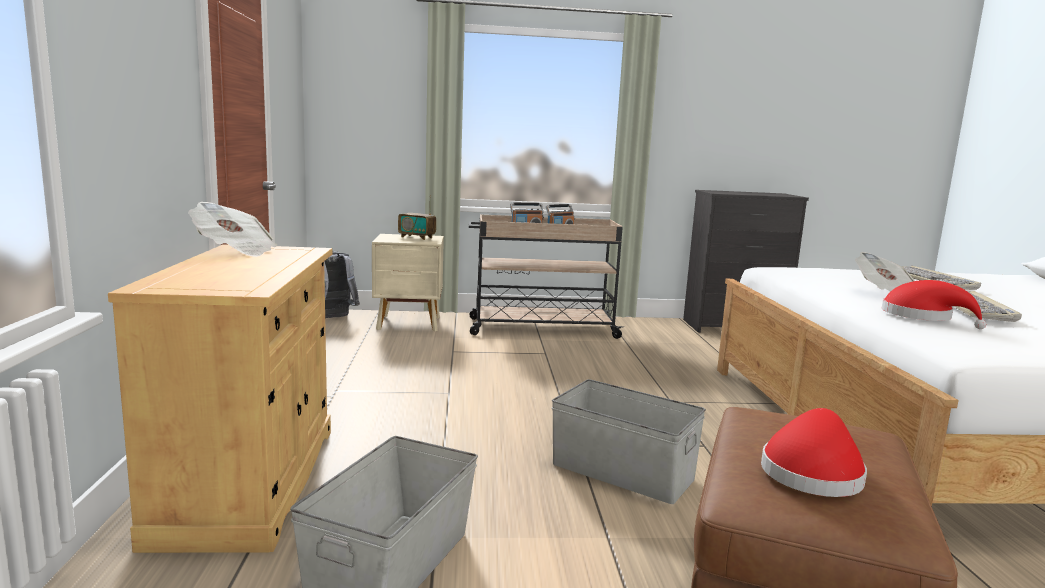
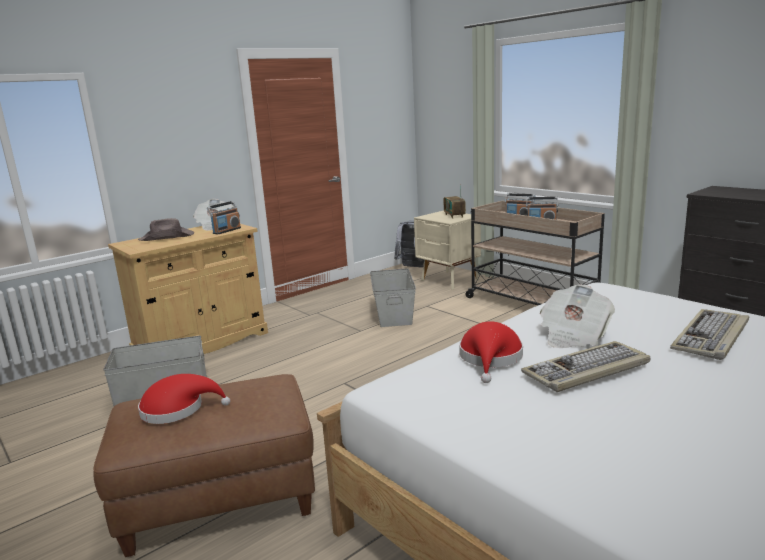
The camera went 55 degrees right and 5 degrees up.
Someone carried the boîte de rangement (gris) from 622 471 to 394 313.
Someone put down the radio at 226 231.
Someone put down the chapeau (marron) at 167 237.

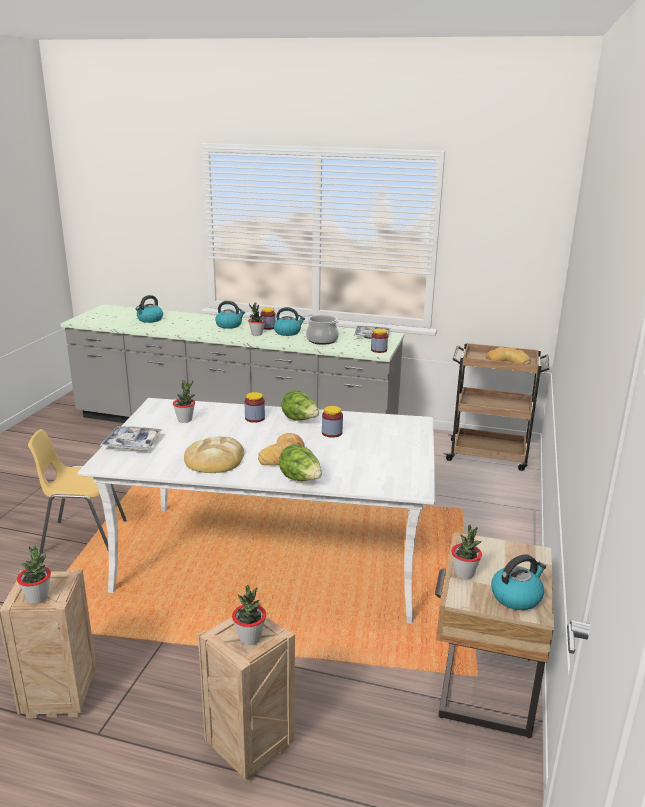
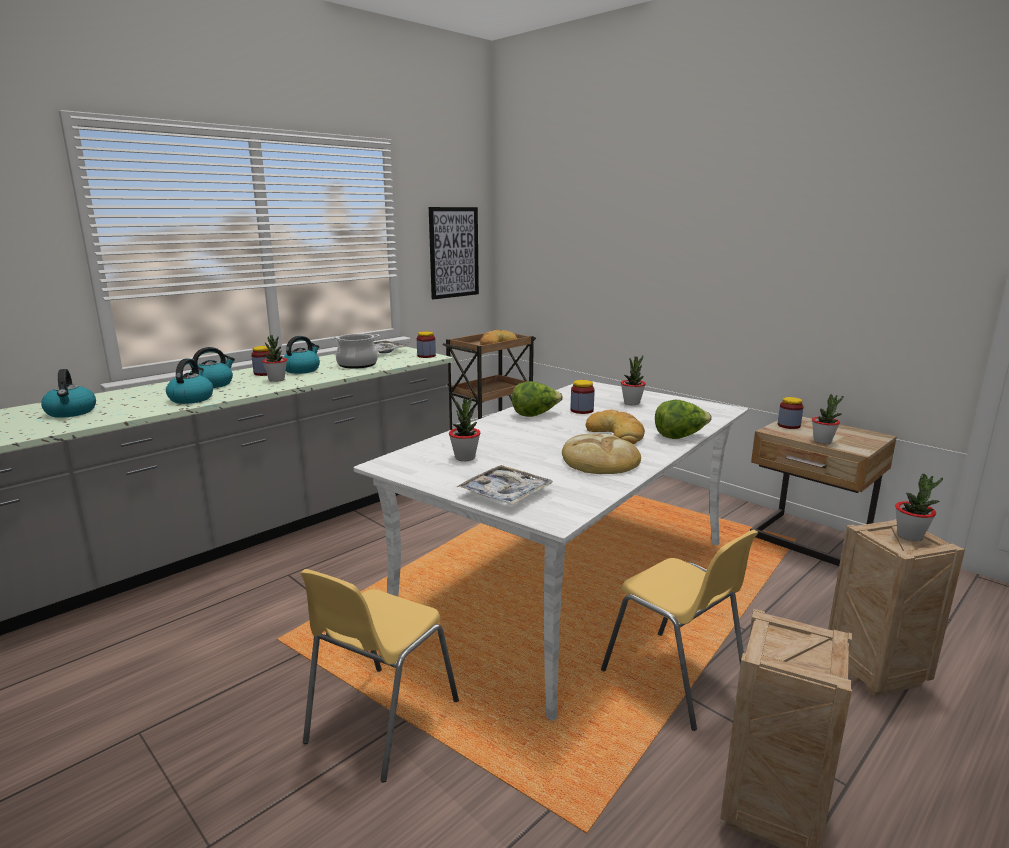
The camera went 60 degrees left and 5 degrees down.
Someone carried the bocal from 255 418 to 788 425.
Someone carried the plante en pot from 37 597 to 632 403.
Someone carried the bouilloire from 516 596 to 191 399.
Someone put up the tableau at 454 252.
Someone put down the chaise (jaune) at 675 679.

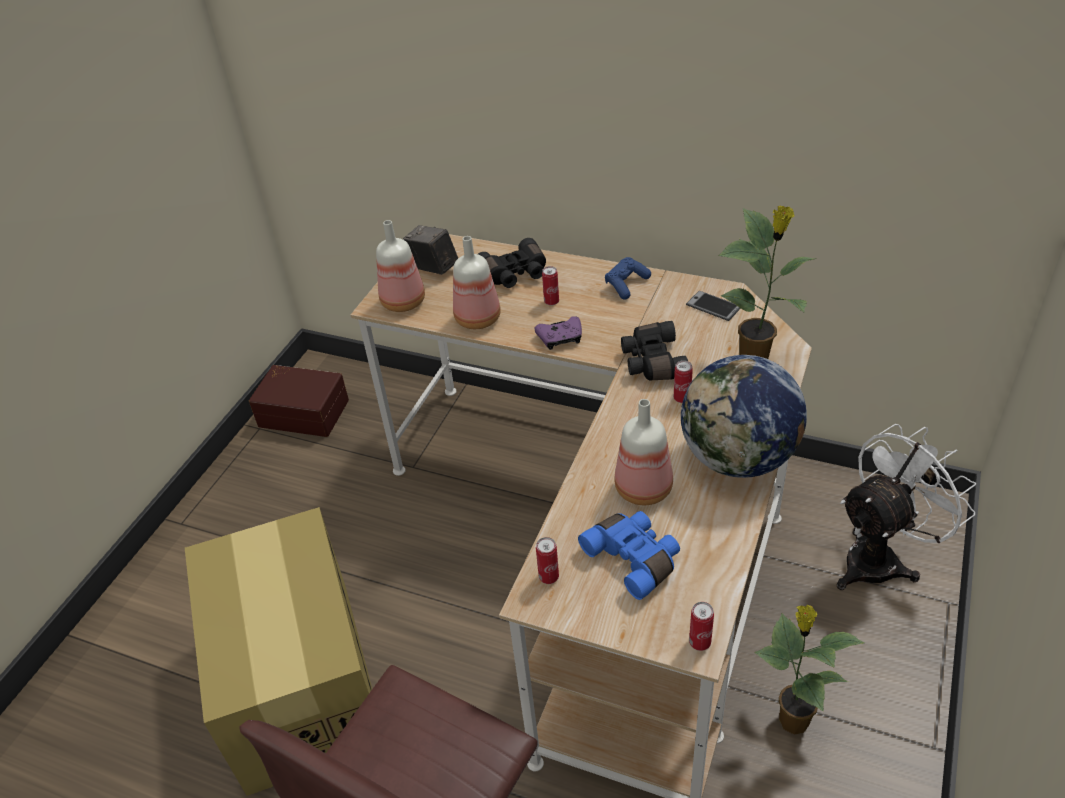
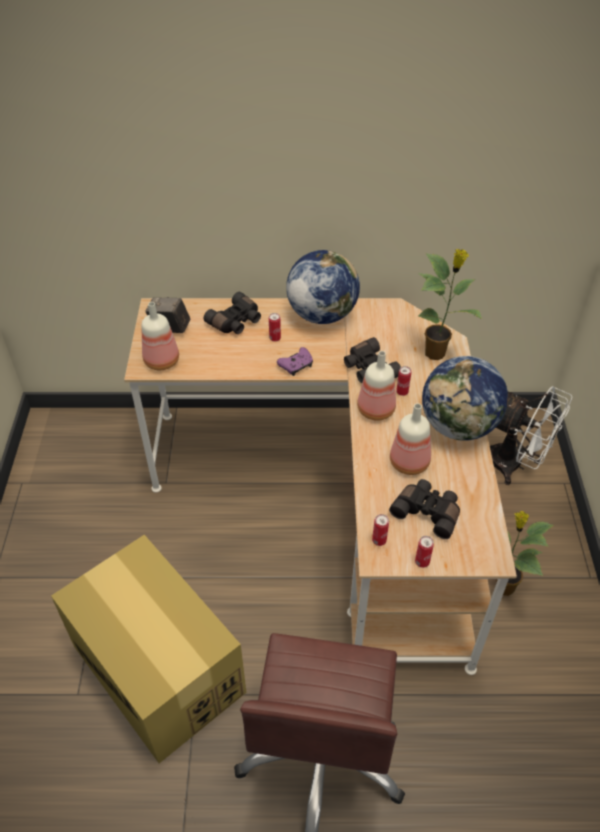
The camera went 25 degrees left and 5 degrees up.
Someone carried the bouteille from 477 318 to 374 409.
Someone swapped the manette (bleu) at 626 284 for the globe at 321 314.
Someone took away the téléphone at 713 306.
Someone took away the boîte de rangement (marron) at 304 411.
Someone rotated the ventilateur (blanc) at 880 558 by 90 degrees clockwise.
Someone repainted the jumelles (bleu) at 634 558, which became the jumelles (noir) at 427 512.
Someone carried the boîte métallique from 699 642 to 422 562.

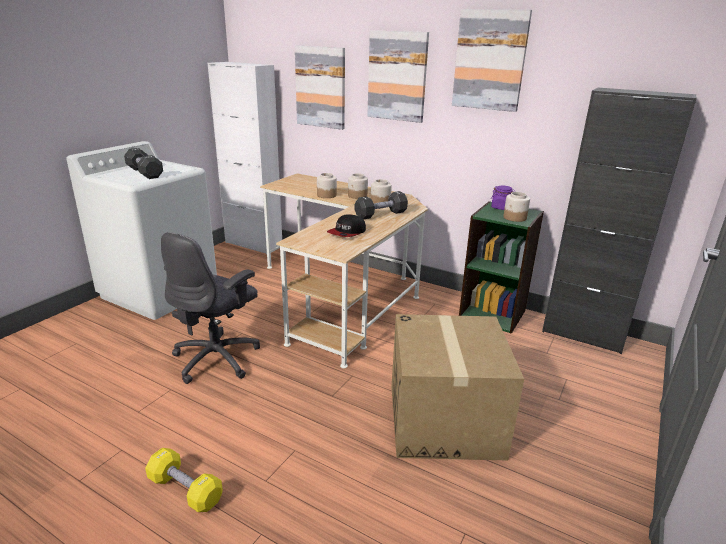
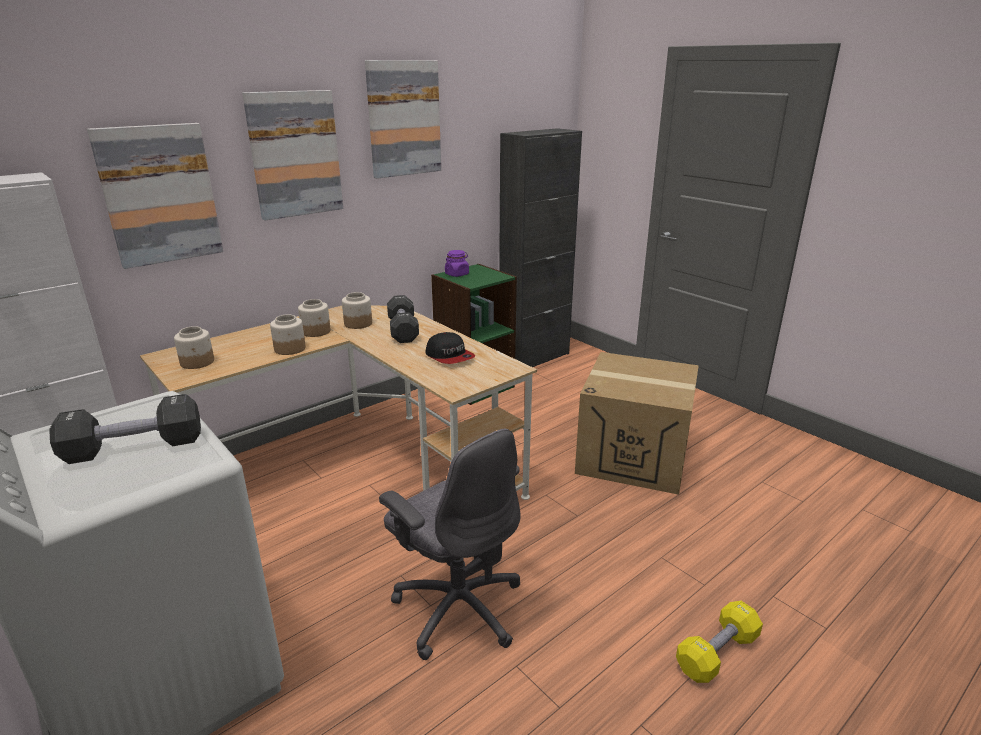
The camera went 70 degrees left and 0 degrees up.
Someone carried the bocal from 514 218 to 197 362.

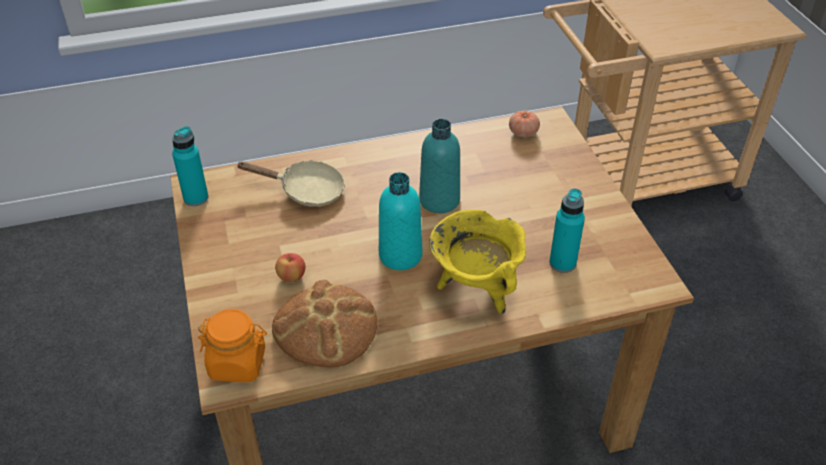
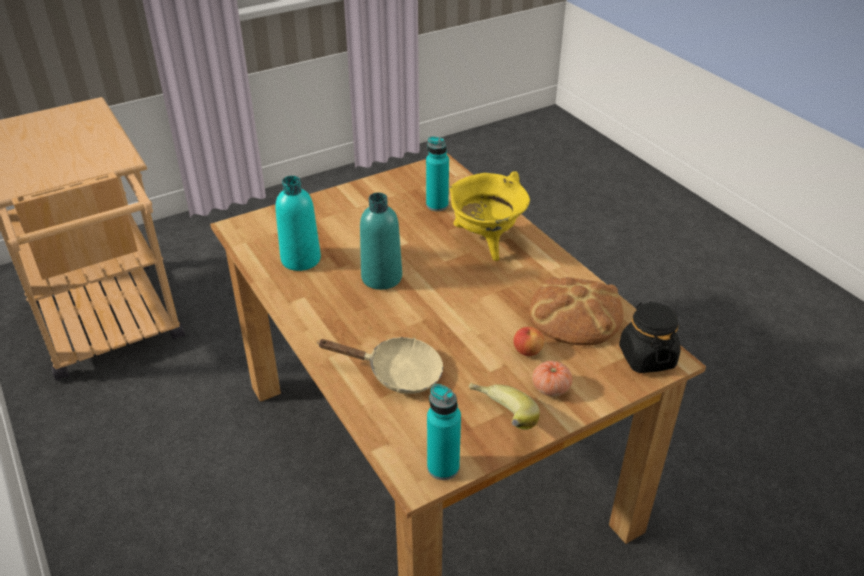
The camera went 105 degrees left and 5 degrees down.
Someone carried the tomate from 523 132 to 551 388.
Someone rotated the poêle (beige) at 306 190 by 105 degrees clockwise.
Someone carried the bouteille (turquoise) from 400 255 to 301 259.
Someone repainted the bocal (orange) at 238 363, which became the bocal (noir) at 646 357.
Someone put down the banane at 499 420.

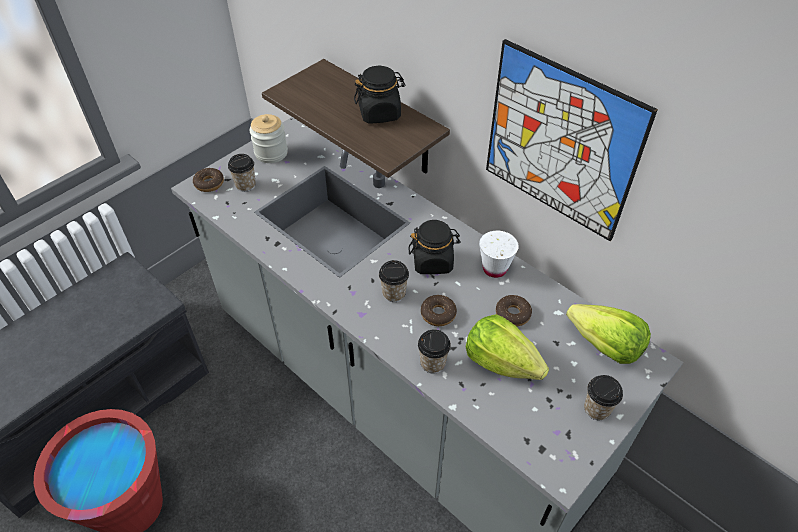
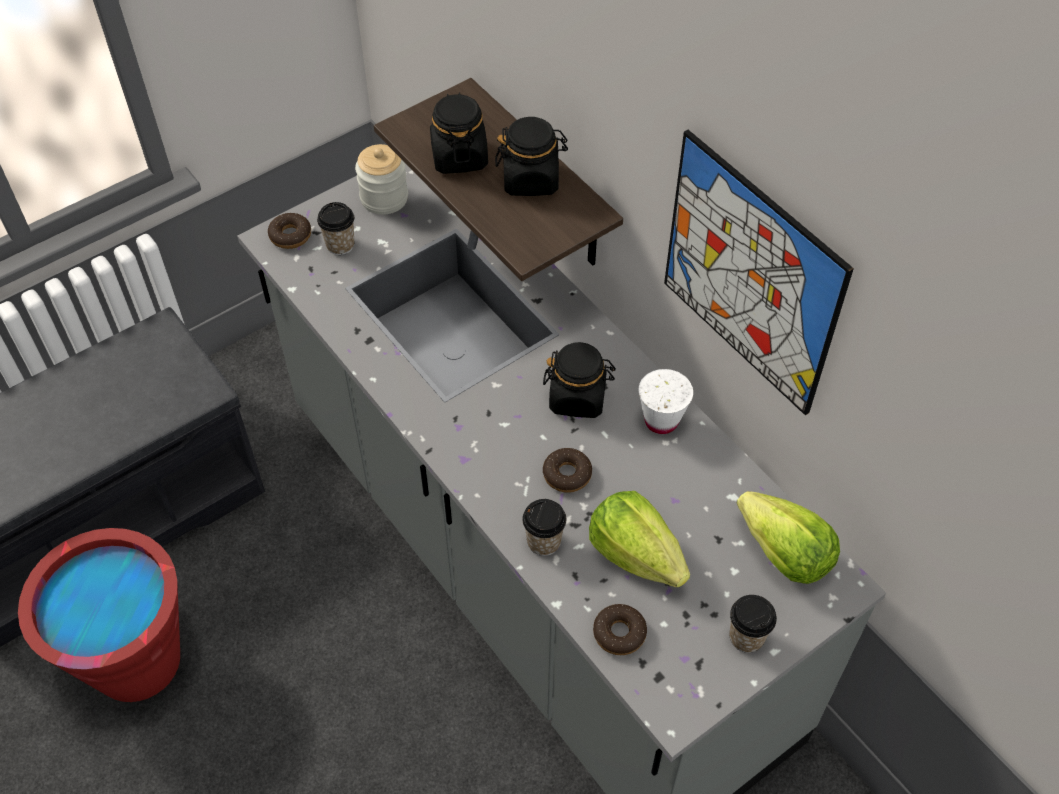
The camera went 10 degrees right and 5 degrees up.
Someone took away the tasse at 394 293.
Someone carried the beignet from 512 314 to 619 633.
Someone put down the bocal (noir) at 459 156.

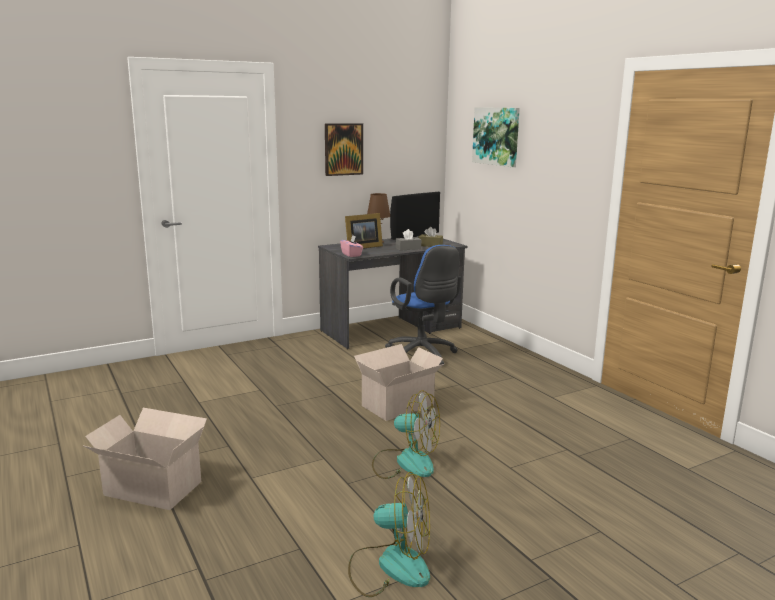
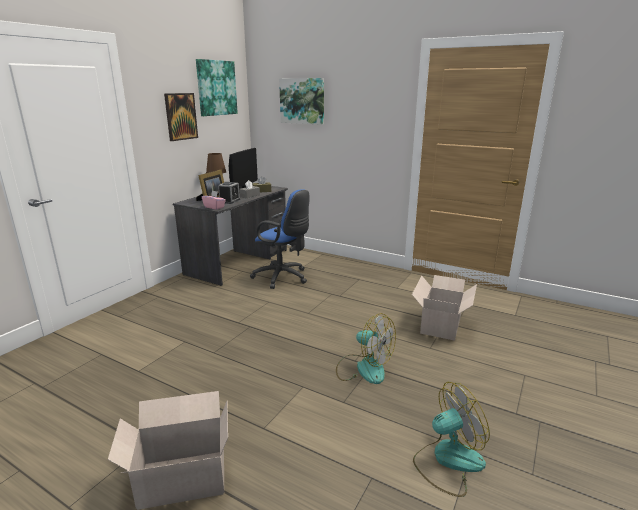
The camera went 30 degrees left and 5 degrees up.
Someone carried the carton from 399 405 to 441 324.
Someone rotated the ventilateur at 405 462 by 45 degrees clockwise.
Someone put up the tableau at 216 88.
Someone put down the réveil at 229 201.

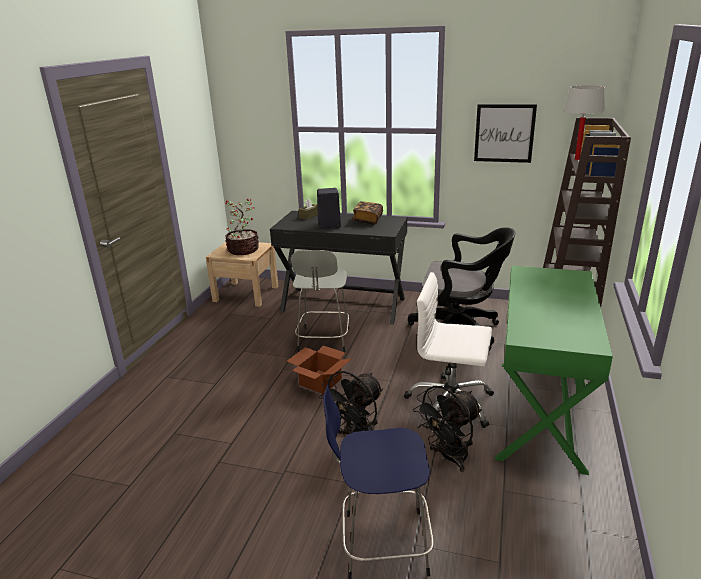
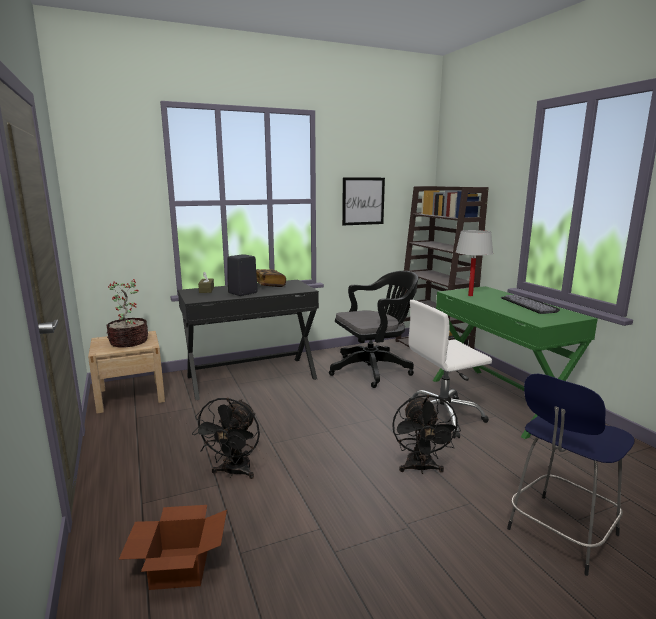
The camera went 40 degrees left and 10 degrees down.
Someone carried the lampe de table (blanc) from 577 159 to 470 295.
Someone took away the tabouret (gris) at 323 341.
Someone carried the carton from 320 381 to 178 567.
Someone carried the ventilateur (noir) from 448 458 to 234 473.
Someone put down the clavier at 531 304.

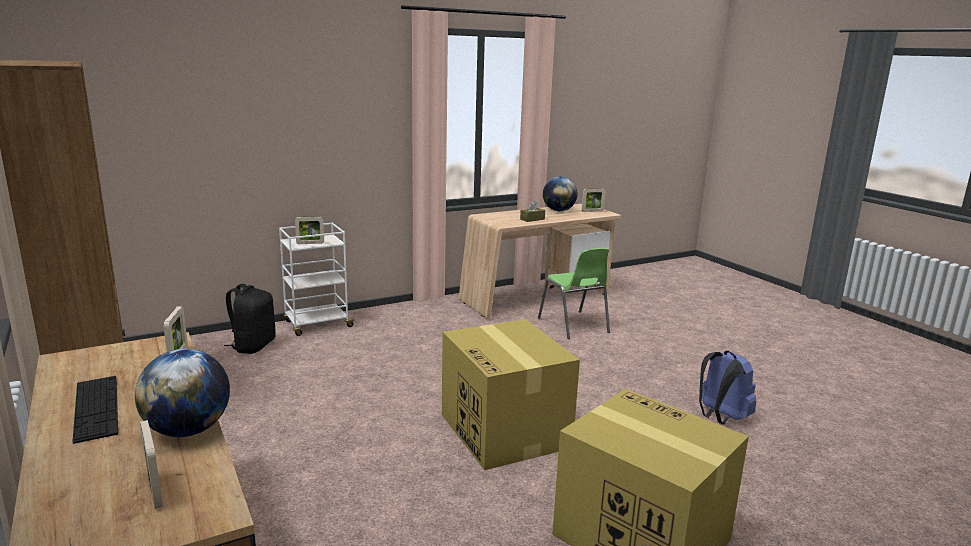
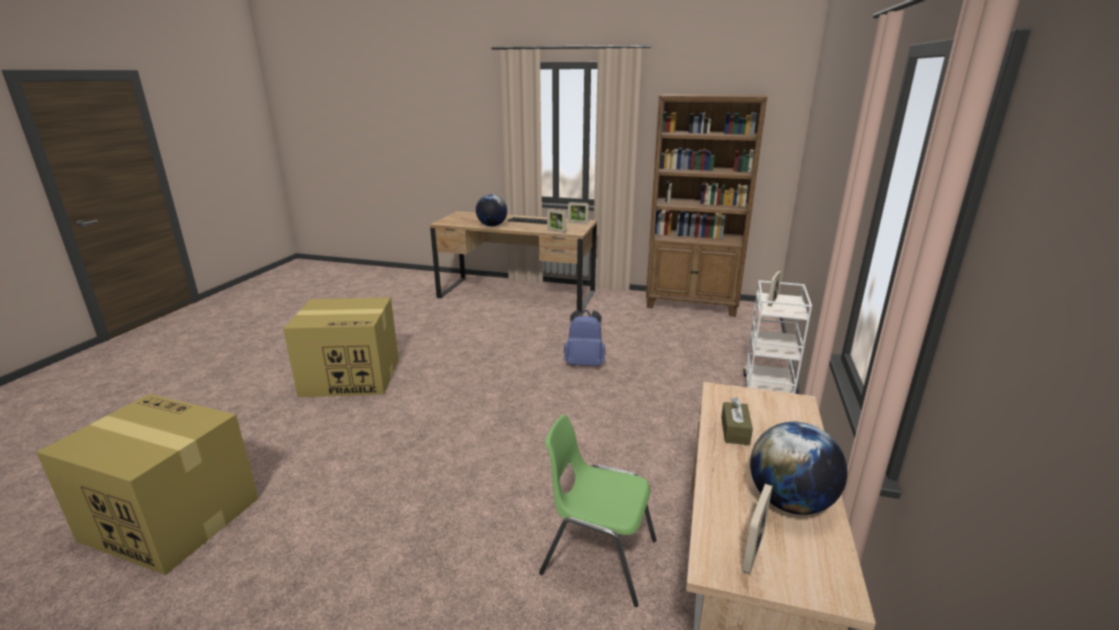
The camera went 135 degrees right and 5 degrees up.
Someone took away the sac à dos (noir) at 253 346.
Someone carried the carton from 505 431 to 169 519.
Someone carried the sac à dos (bleu) from 720 417 to 584 363.
Someone carried the cadre photo from 155 492 to 578 223.

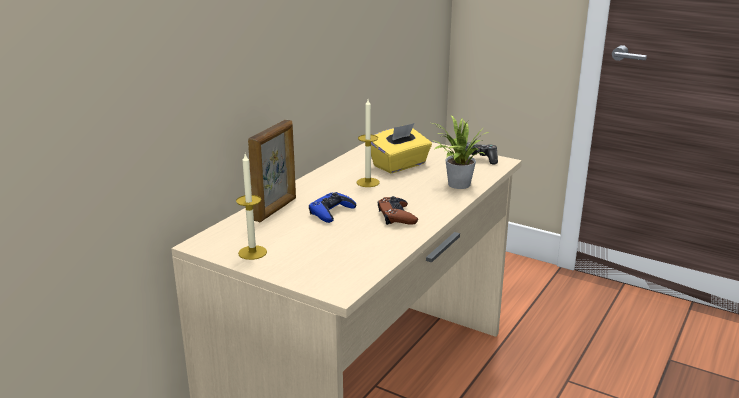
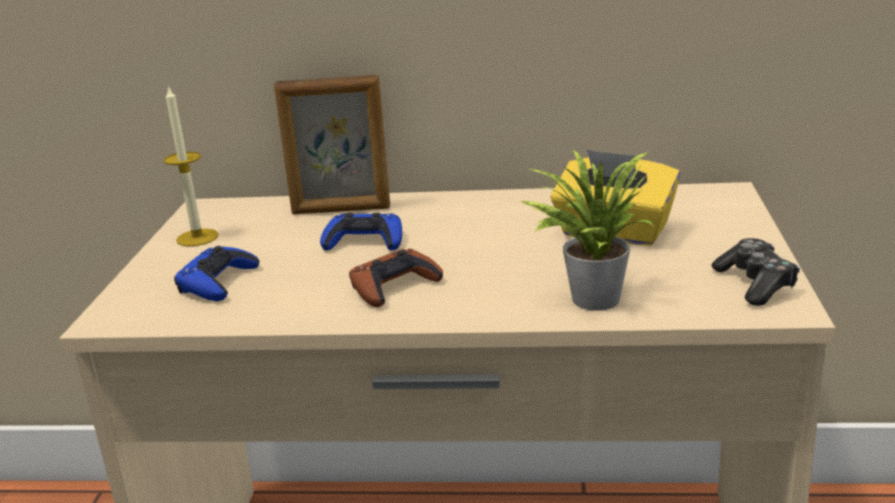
The camera went 65 degrees right and 0 degrees up.
Someone took away the bougie at 368 182.
Someone put down the manette (bleu) at 218 282.

